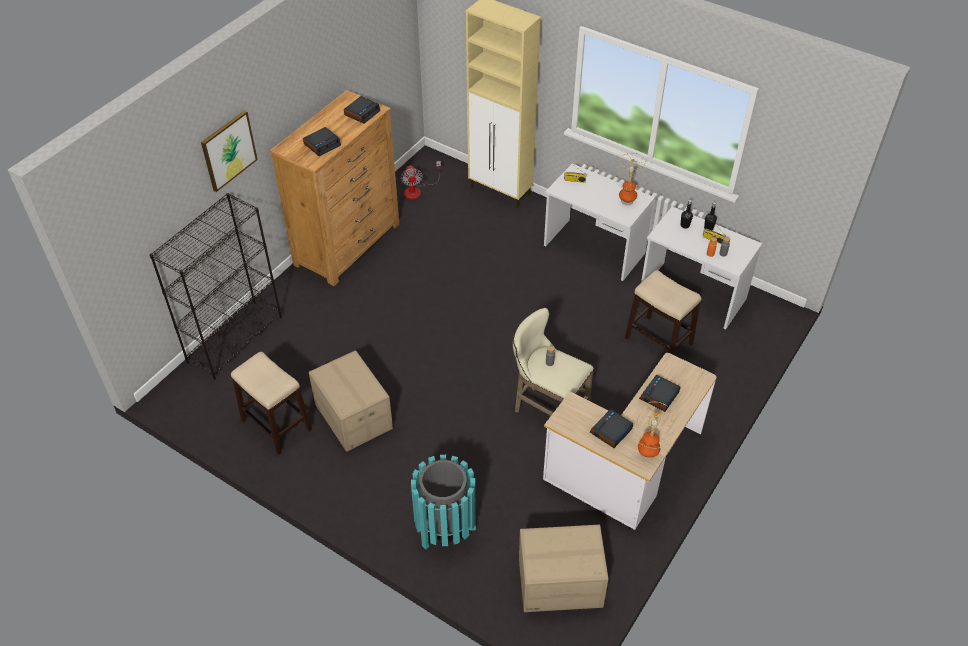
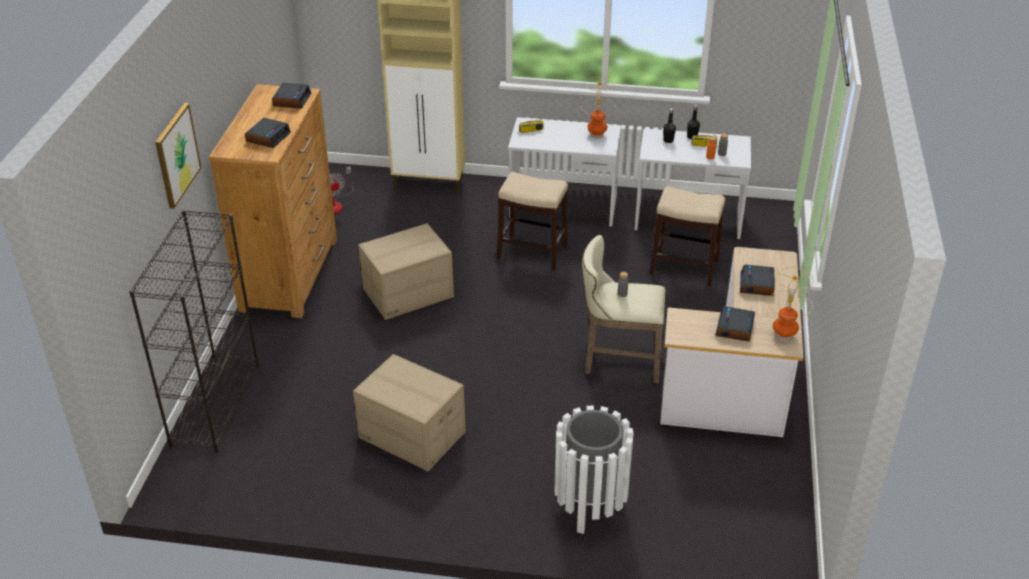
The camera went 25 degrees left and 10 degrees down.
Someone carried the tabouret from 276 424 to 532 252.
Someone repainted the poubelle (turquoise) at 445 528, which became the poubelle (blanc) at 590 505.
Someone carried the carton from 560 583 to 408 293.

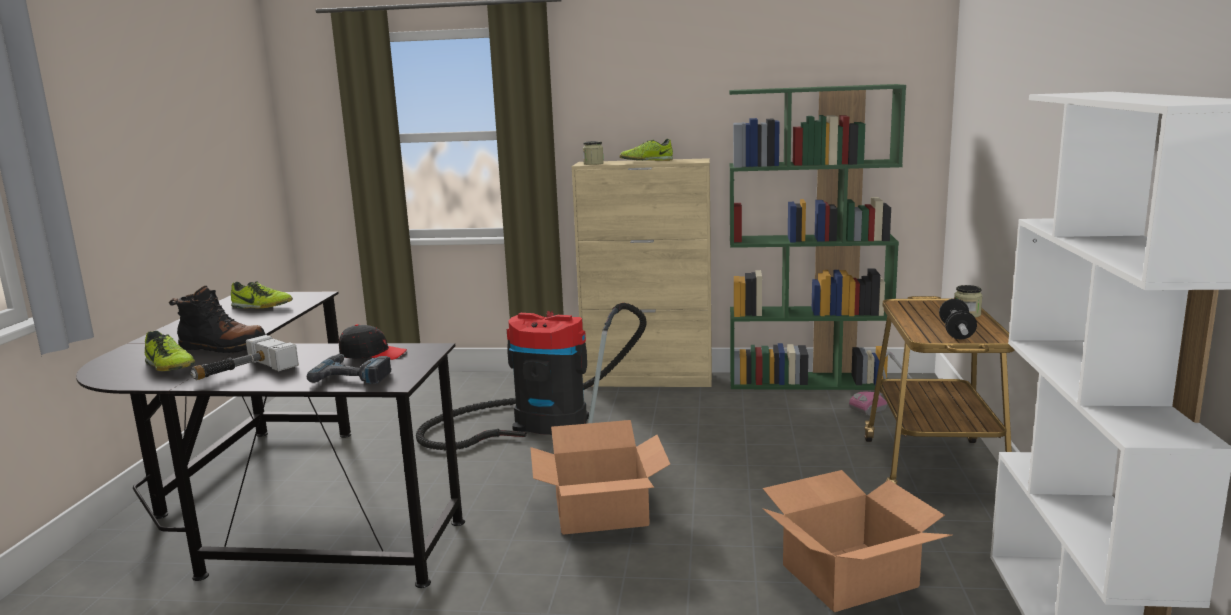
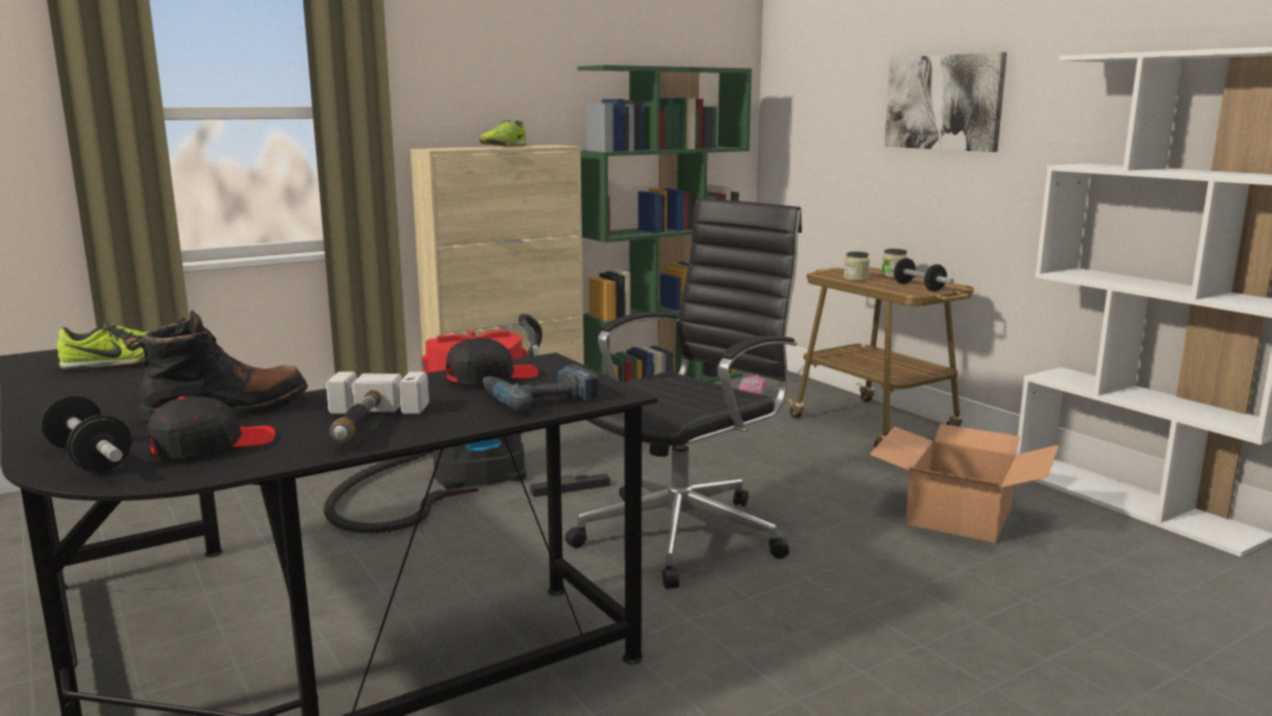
The camera went 40 degrees left and 0 degrees up.
Someone carried the bocal from 593 163 to 856 278.
Someone swapped the chaussure at 169 367 for the casquette (noir) at 212 445.
Someone swapped the carton at 601 512 for the chaise de bureau (noir) at 685 533.
Someone put up the tableau at 944 102.
Someone put down the haltère at 89 458.

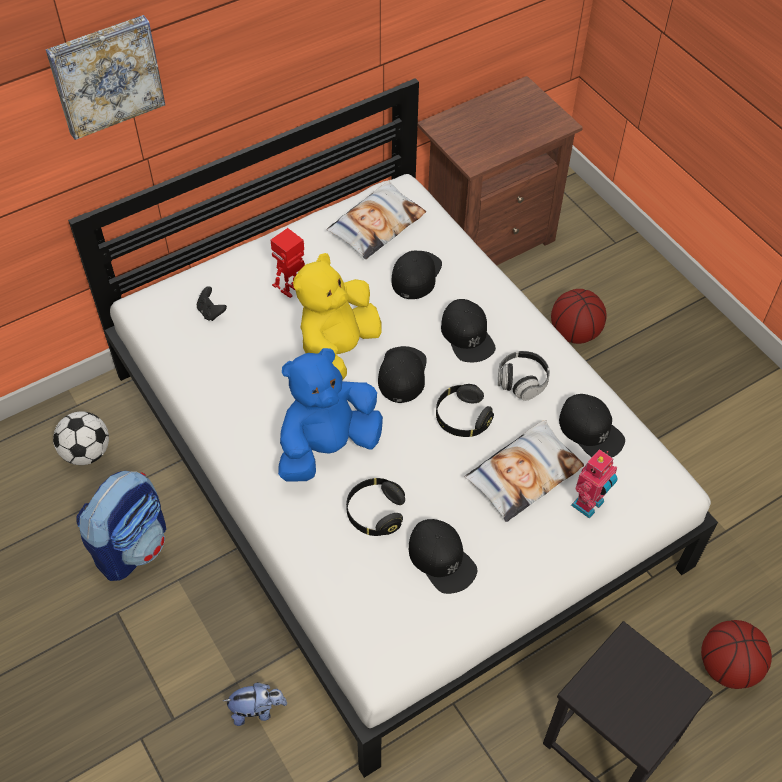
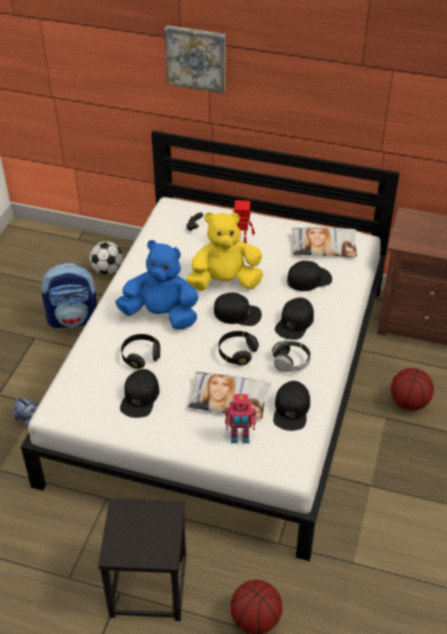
The camera went 50 degrees right and 10 degrees down.
Someone rotated the casquette (noir) at 402 374 by 45 degrees clockwise.

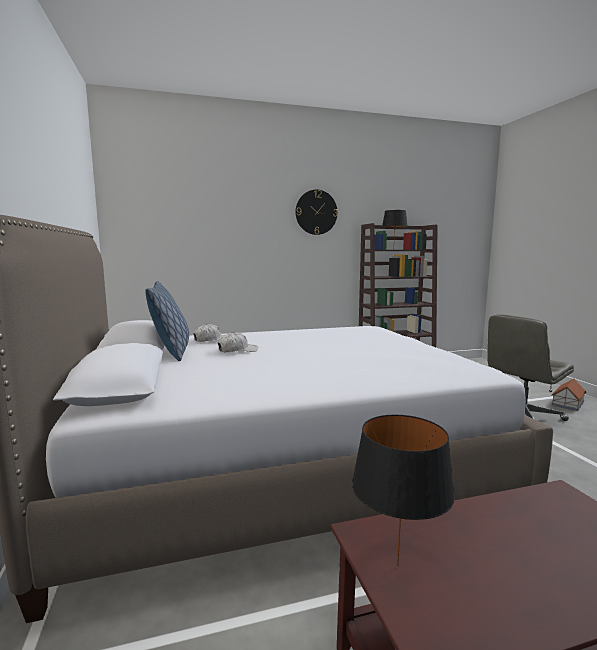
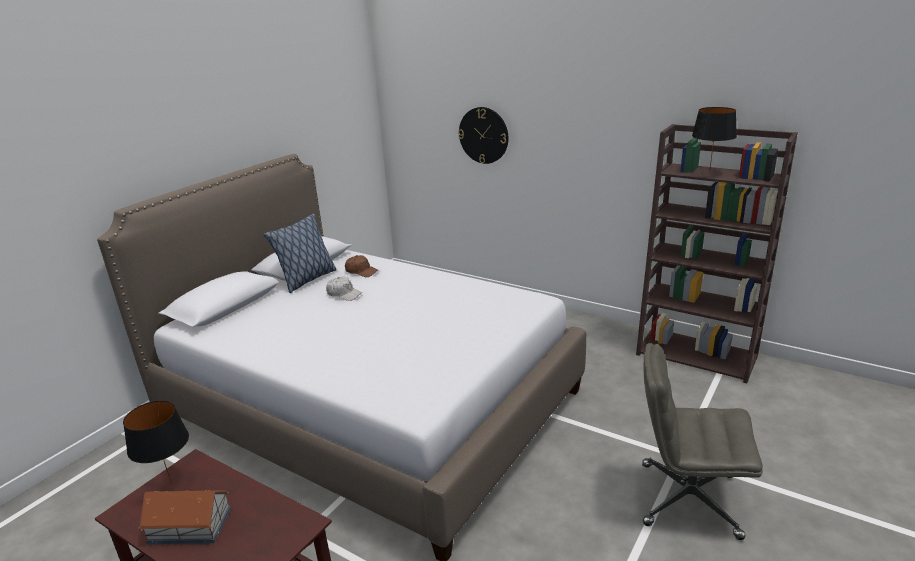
The camera went 50 degrees right and 15 degrees up.
Someone carried the horloge murale from 316 212 to 483 135.
Someone repainted the casquette (blanc) at 211 340, which became the casquette (marron) at 361 271.
Someone carried the maison miniature from 567 403 to 189 525.

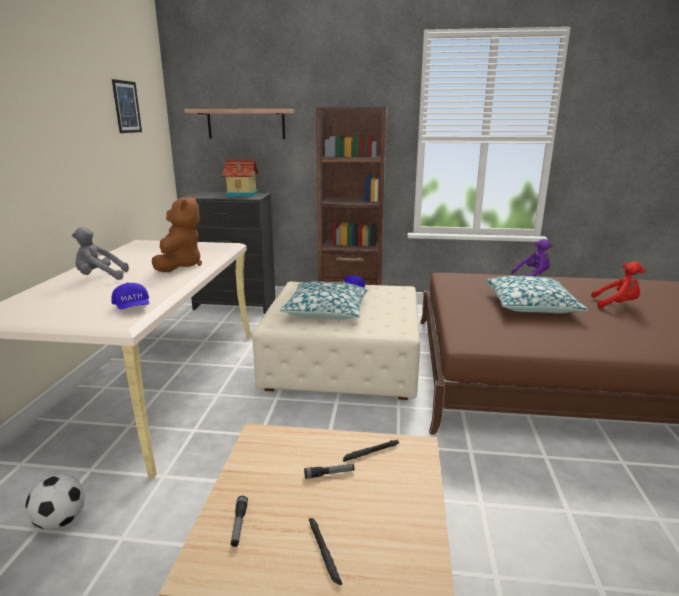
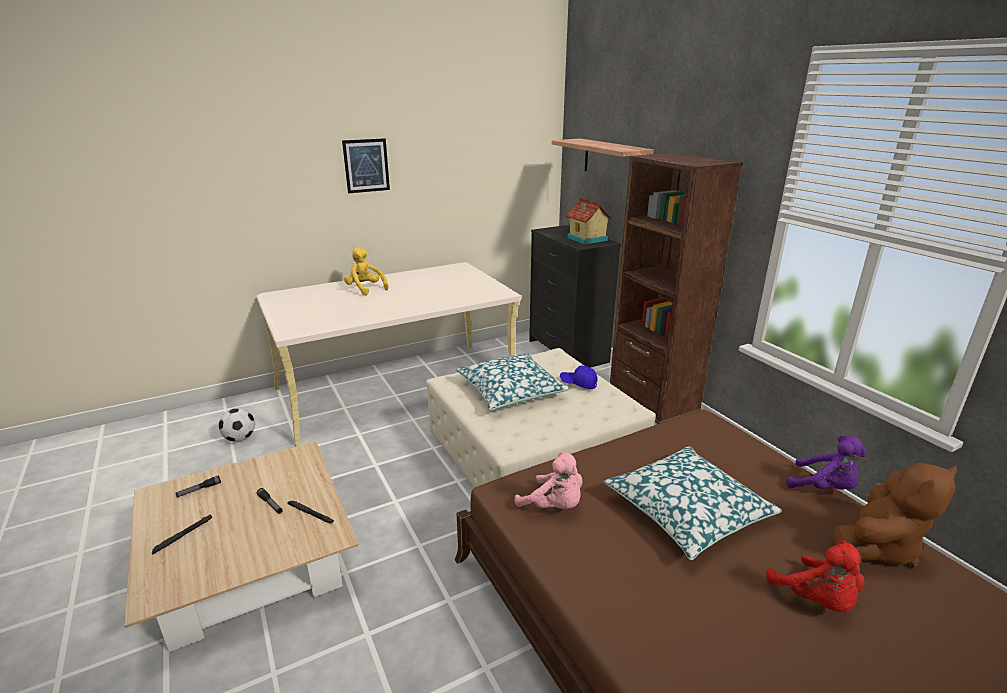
The camera went 55 degrees right and 5 degrees up.
Someone carried the tableau from 127 107 to 366 165.
Someone carried the peluche (marron) from 179 266 to 877 546.
Someone repainted the peluche (gris) at 100 278, which became the peluche (jaune) at 365 289.
Someone took away the casquette (bleu) at 132 307.
Someone put down the peluche (rose) at 554 506.

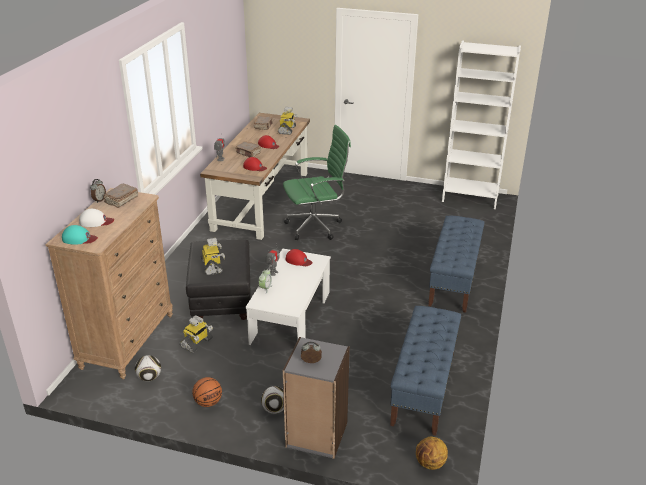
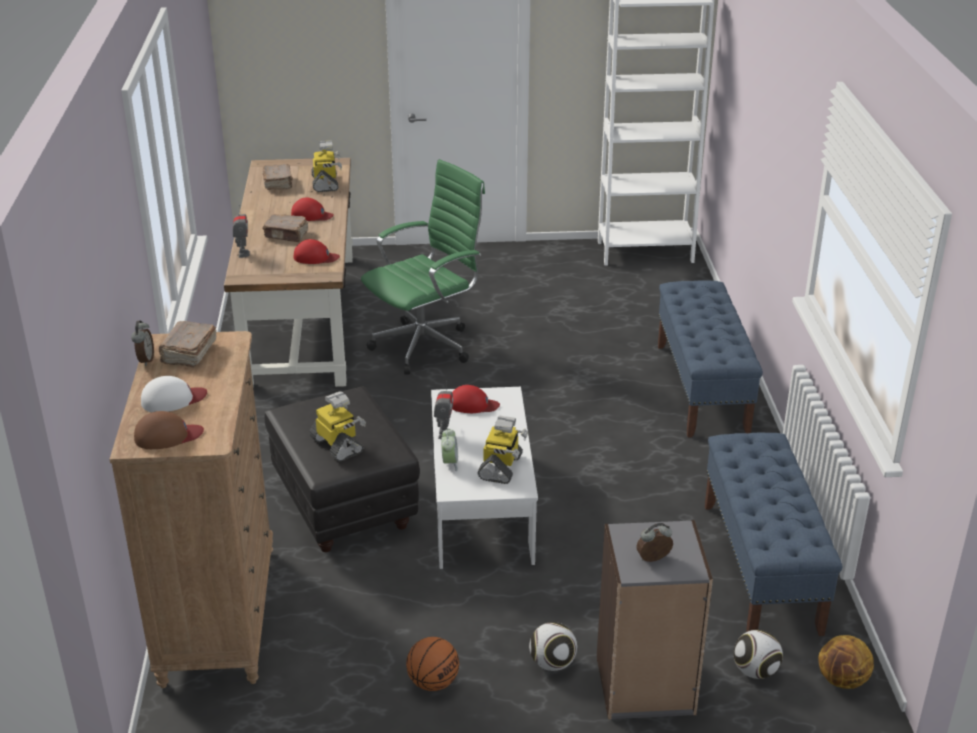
The camera went 20 degrees left and 0 degrees up.
Someone repainted the casquette (turquoise) at 79 238, which became the casquette (marron) at 167 436.
Someone carried the robot jouet from 197 343 to 501 467.
Someone carried the ballon de foot from 149 377 to 755 671.

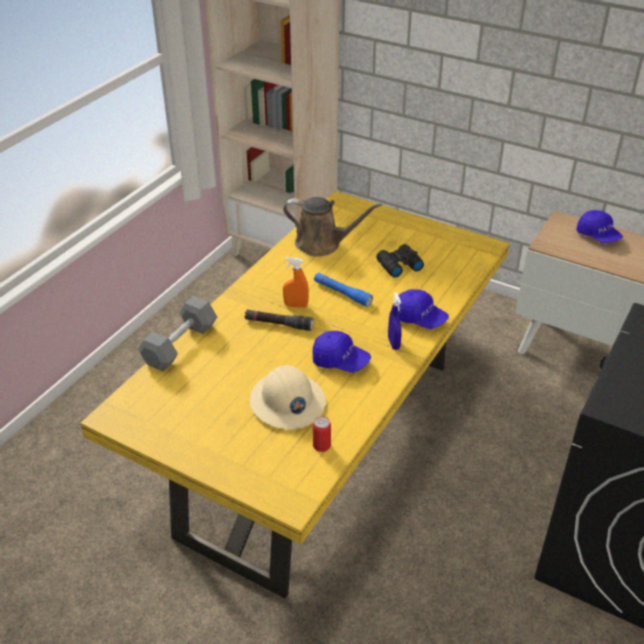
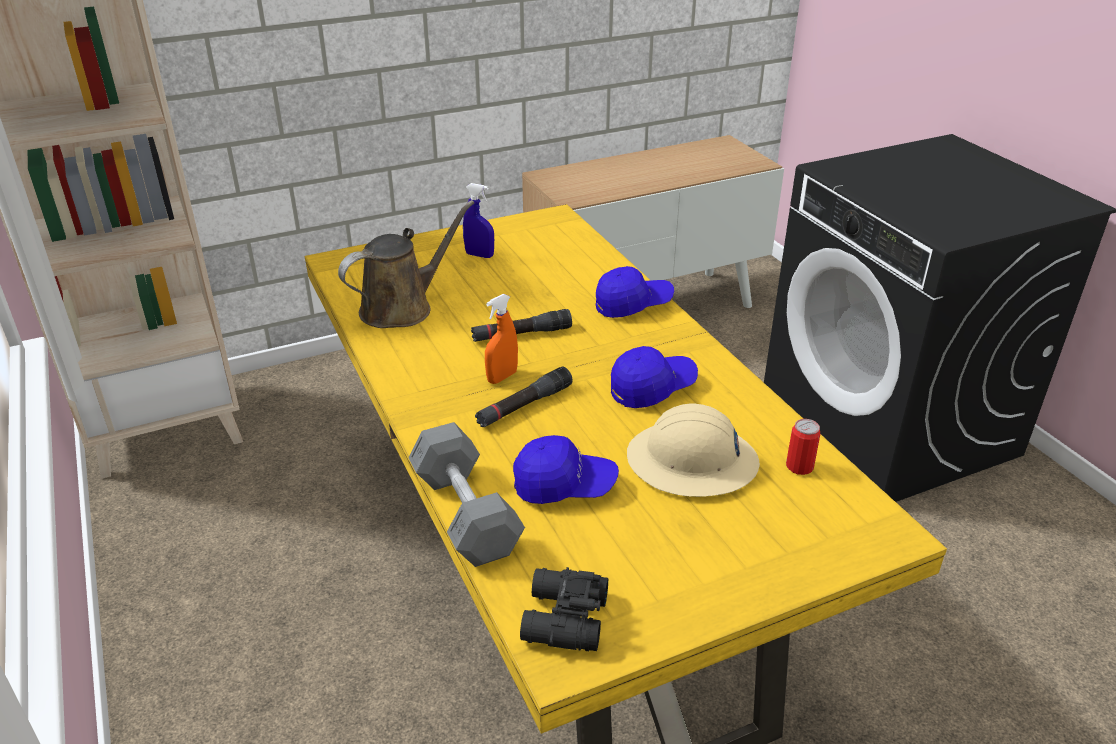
The camera went 55 degrees left and 5 degrees down.
Someone carried the casquette (bleu) from 598 236 to 564 486.
Someone carried the jumelles (noir) from 398 265 to 562 620.
Someone repainted the lampe de poche (bleu) at 342 293, which became the lampe de poche (noir) at 521 334.
Someone carried the vaporisateur (bleu) from 393 343 to 479 255.

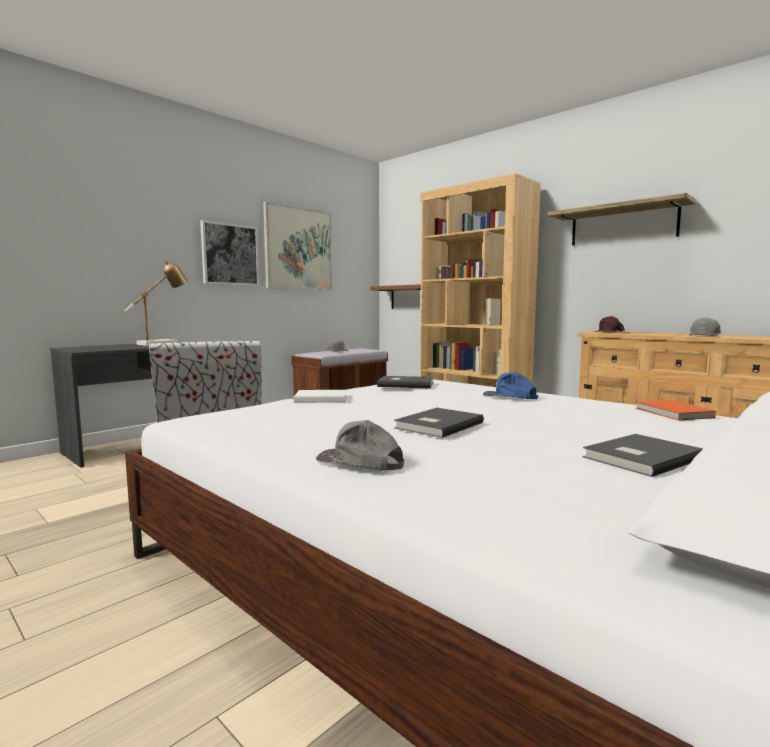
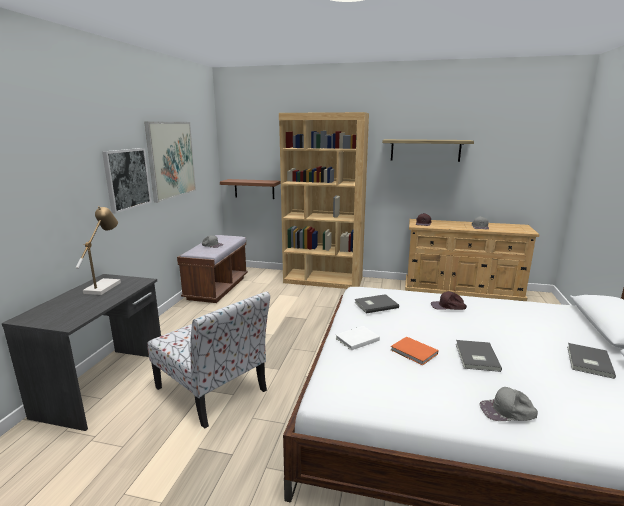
The camera went 30 degrees left and 10 degrees up.
Someone repainted the casquette (bleu) at 510 396, which became the casquette (marron) at 448 306.
Someone carried the livre (orange) from 674 413 to 414 352.

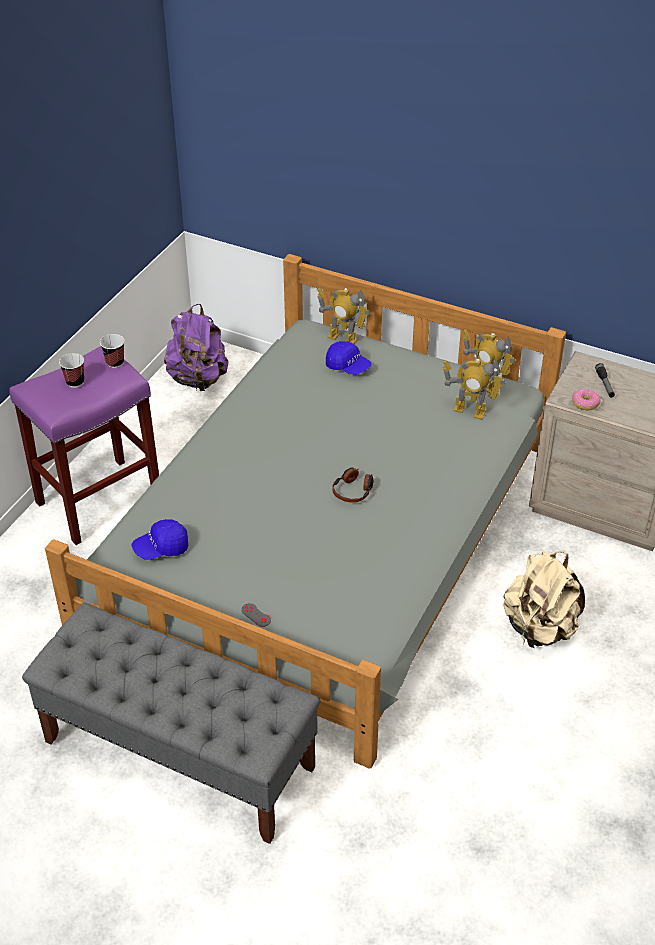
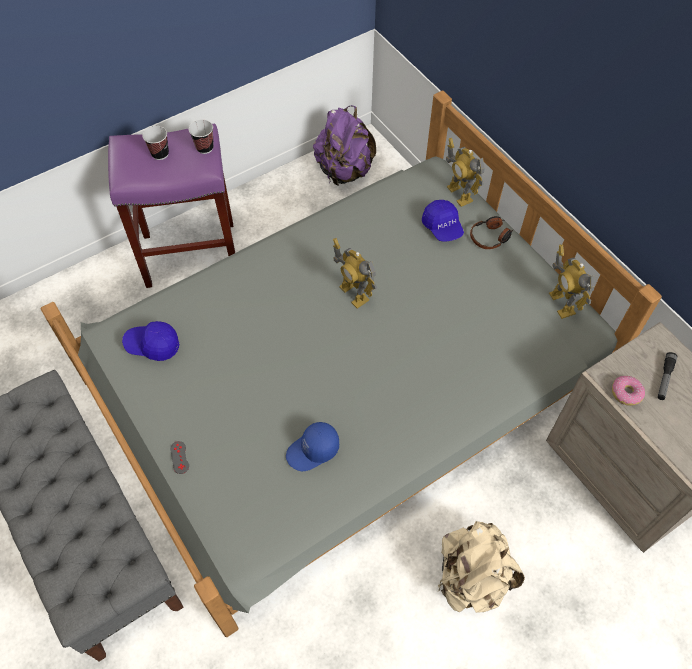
The camera went 30 degrees right and 15 degrees up.
Someone carried the robot jouet from 469 411 to 353 294.
Someone carried the casque audio from 353 490 to 490 237.
Someone put down the casquette (bleu) at 313 451.

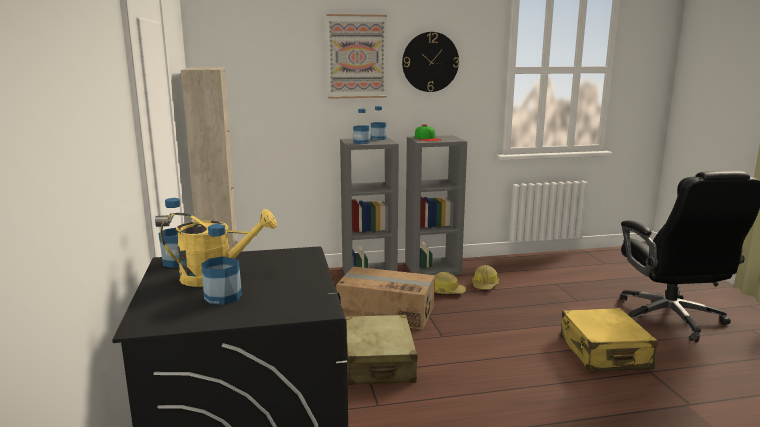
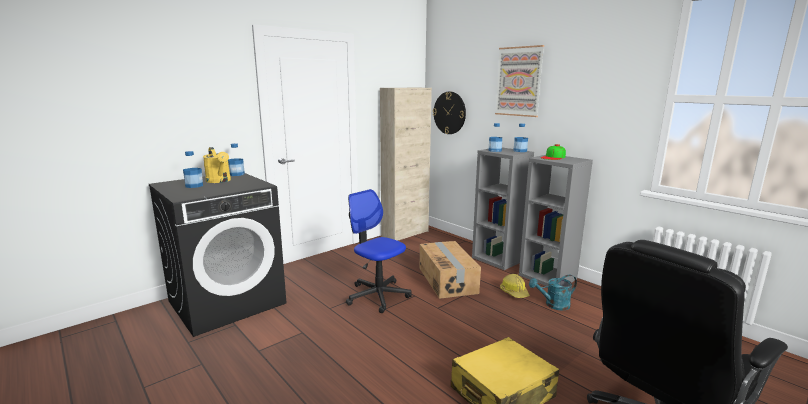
The camera went 60 degrees right and 0 degrees up.
Someone carried the horloge murale from 430 62 to 449 113.
Someone swapped the casque de chantier at 485 285 for the arrosoir (turquoise) at 553 305.
Someone swapped the valise (beige) at 379 362 for the chaise de bureau at 378 295.

